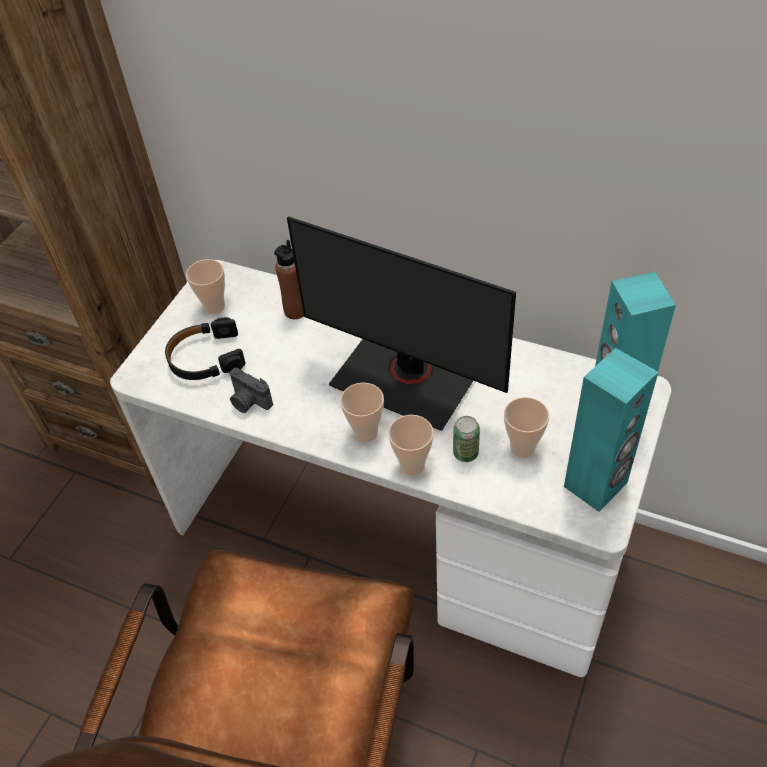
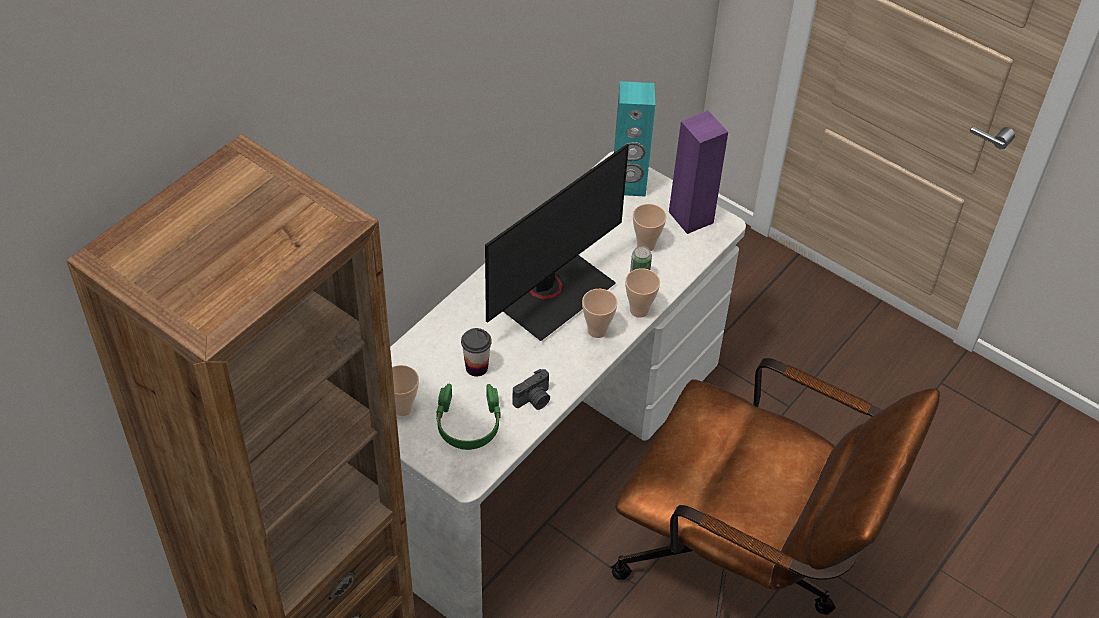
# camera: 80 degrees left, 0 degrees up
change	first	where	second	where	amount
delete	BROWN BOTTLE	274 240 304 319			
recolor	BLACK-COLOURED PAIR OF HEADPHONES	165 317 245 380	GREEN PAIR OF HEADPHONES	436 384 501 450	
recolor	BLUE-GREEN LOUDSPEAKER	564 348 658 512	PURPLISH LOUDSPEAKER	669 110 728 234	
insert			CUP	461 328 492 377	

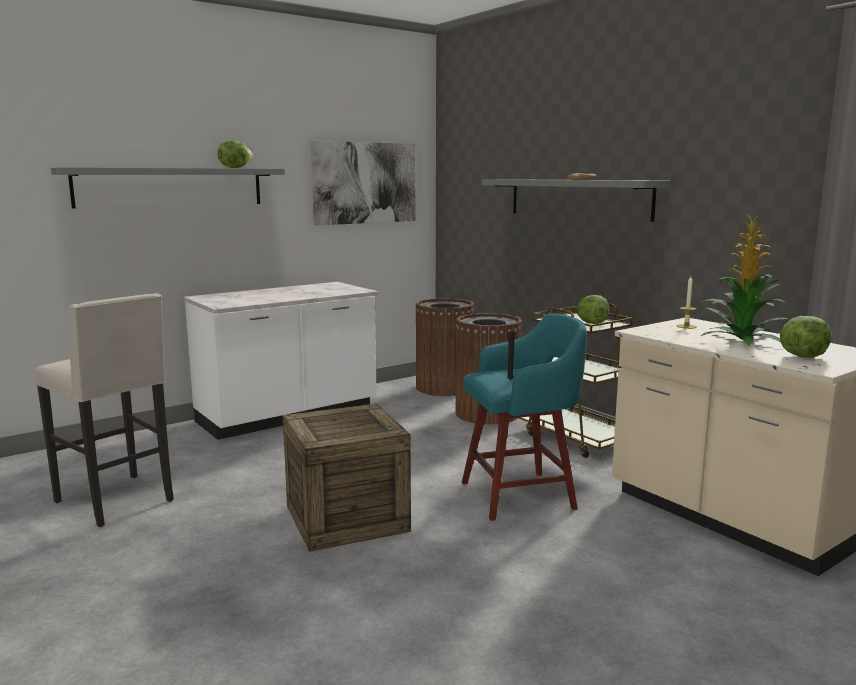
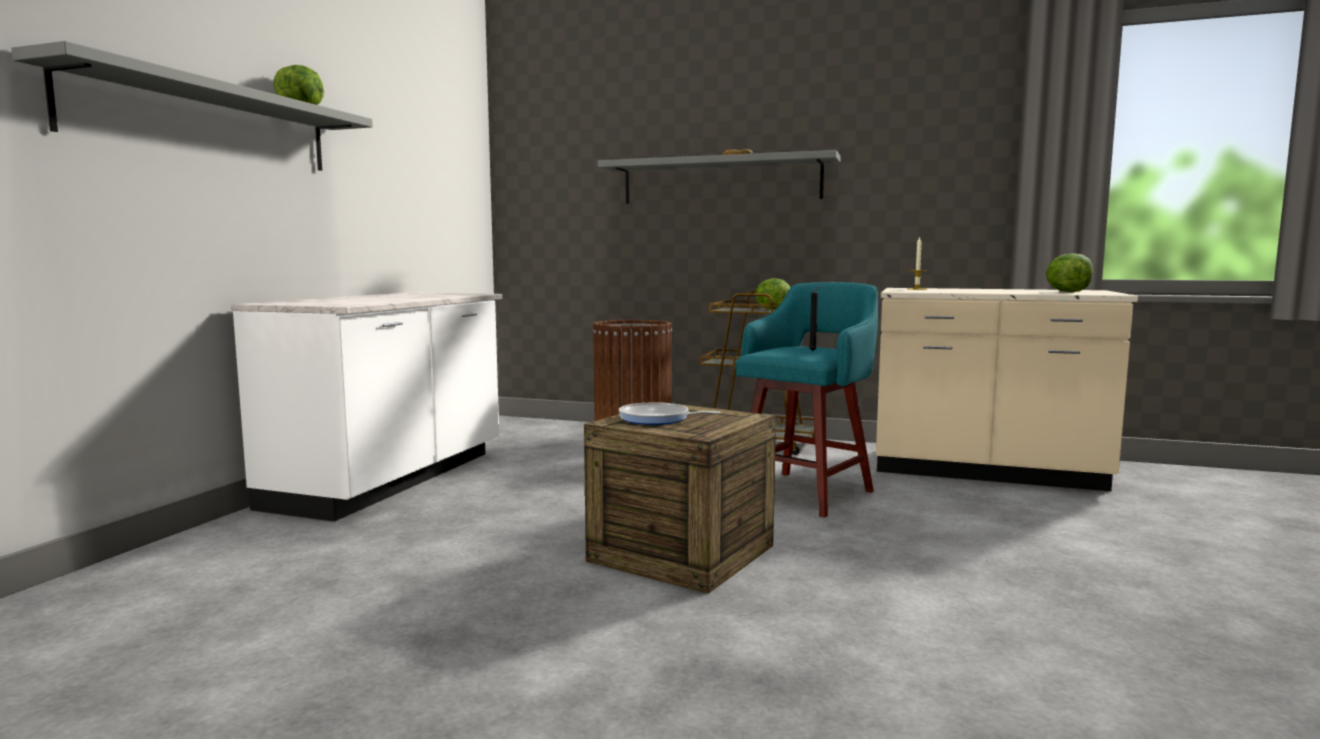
# camera: 35 degrees left, 5 degrees down
change	first	where	second	where	amount
delete	WALL ART	311 141 416 225			
delete	POTTED PLANT	701 214 788 345			
delete	BEIGE SITTING STOOL	35 293 174 527			
delete	BROWN RUBBISH BIN	415 298 474 396			
insert			FRYING PAN	619 402 720 425	

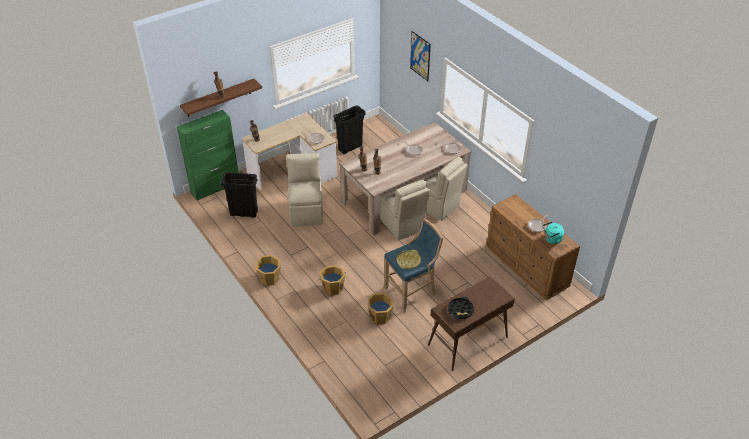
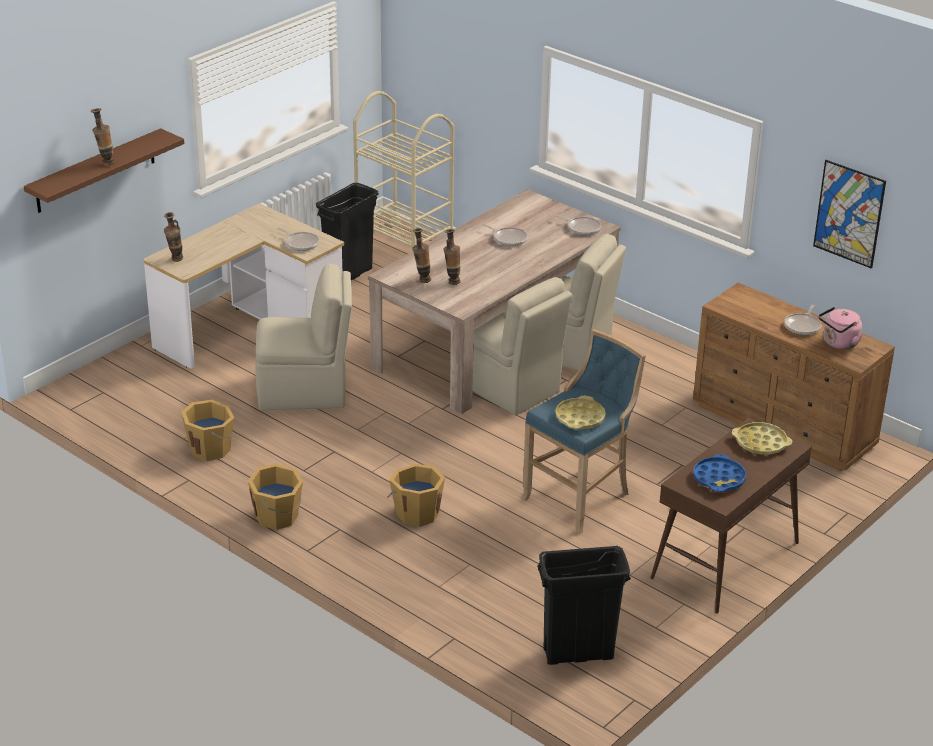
# camera: 15 degrees left, 10 degrees down
change	first	where	second	where	amount
move	WALL ART	410 31 431 81		813 160 886 269	
delete	GREEN CABINET	177 110 239 200			
rotate	BEIGE CHAIR	286 153 323 226		255 264 352 410	105 degrees clockwise
move	BLACK-COLOURED RUBBISH BIN	221 172 258 218		537 546 631 665	
recolor	BLUE-GREEN KETTLE	543 222 564 244	PINKISH KETTLE	819 307 862 349	
move	ORANGE BUCKET	367 293 394 325		181 400 234 461	
recolor	BLACK-COLOURED TRAY	448 297 474 319	BLUE TRAY	693 454 746 492	
insert			BEIGE WHEELED CART	353 91 454 252	
insert			YELLOW-COLOURED TRAY	732 422 792 455	

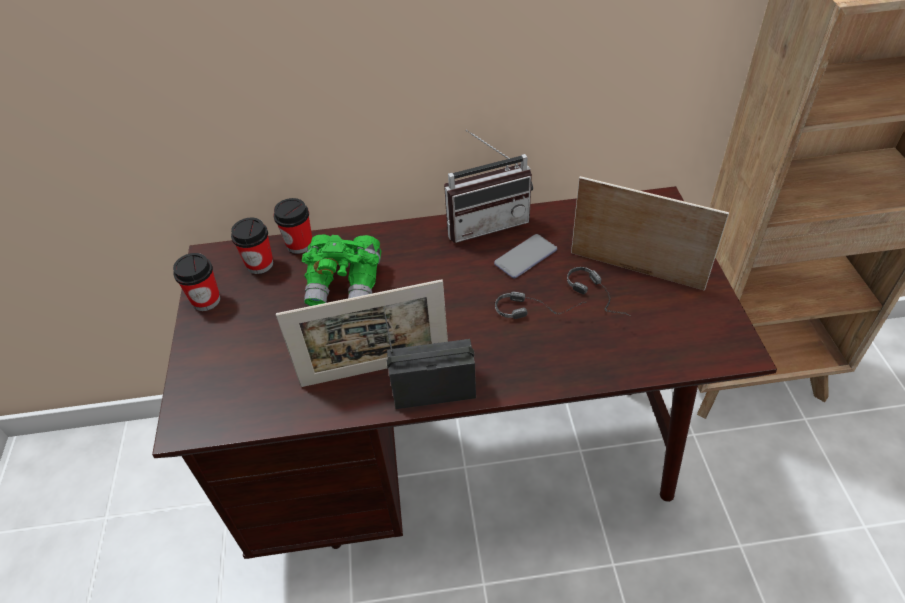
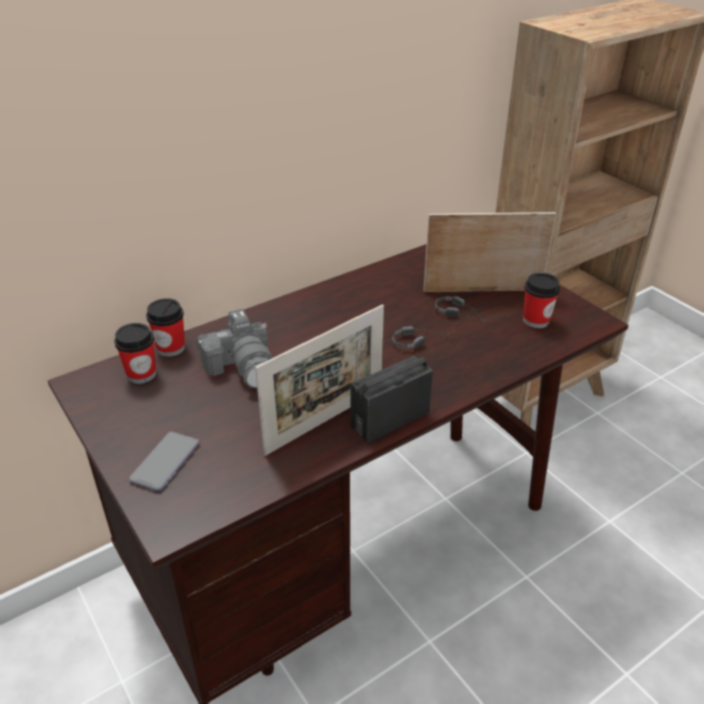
# camera: 30 degrees left, 10 degrees down
change	first	where	second	where	amount
delete	RADIO	444 129 533 243			
replace	GREEN FIELD GLASSES	302 234 381 306	STILL CAMERA	196 309 273 388	
move	HANDSET	494 234 557 279		129 431 199 491	
move	CUP	173 253 220 311		523 273 560 328	

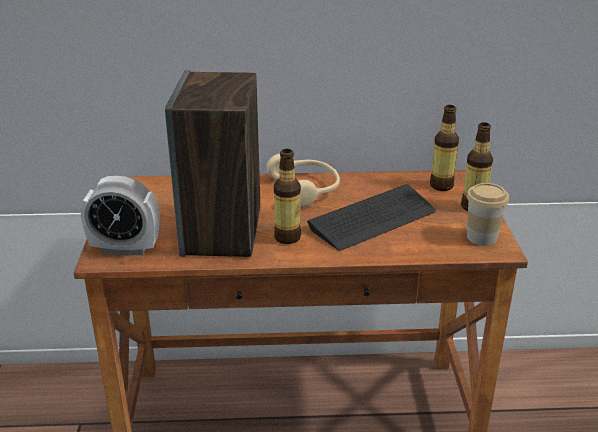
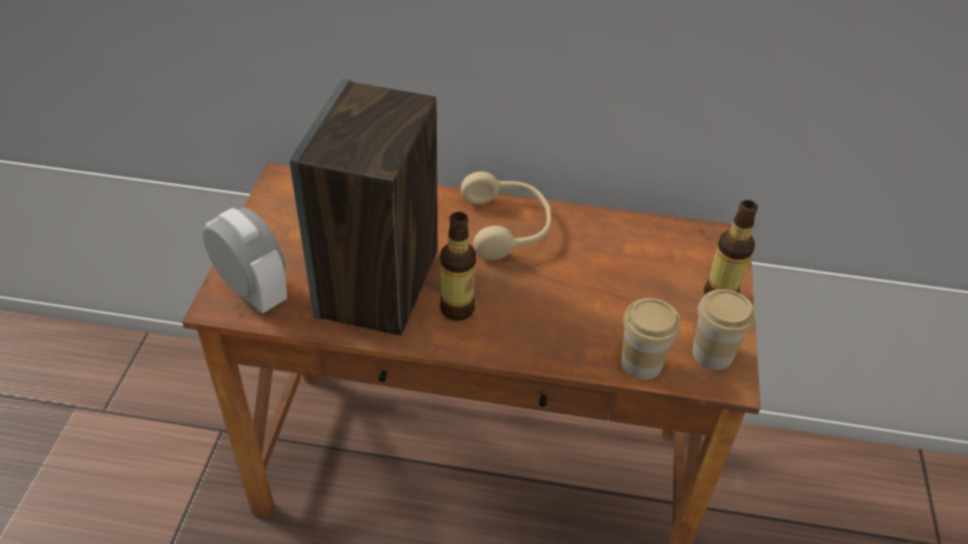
# camera: 10 degrees right, 15 degrees up
change	first	where	second	where	amount
delete	BOTTLE	430 105 459 191			
rotate	TABLE CLOCK	81 176 159 255		203 208 287 313	150 degrees counterclockwise
delete	PC KEYBOARD	307 184 436 251			
insert			CUP	621 298 681 380	

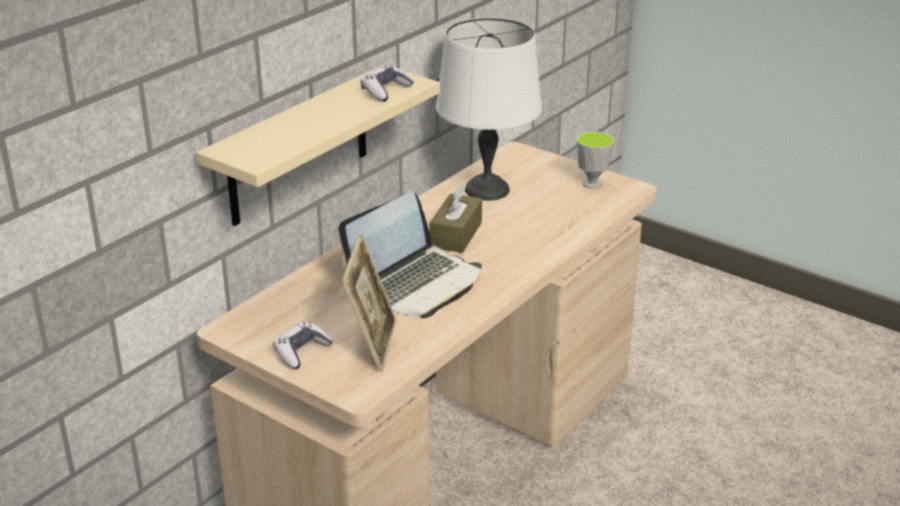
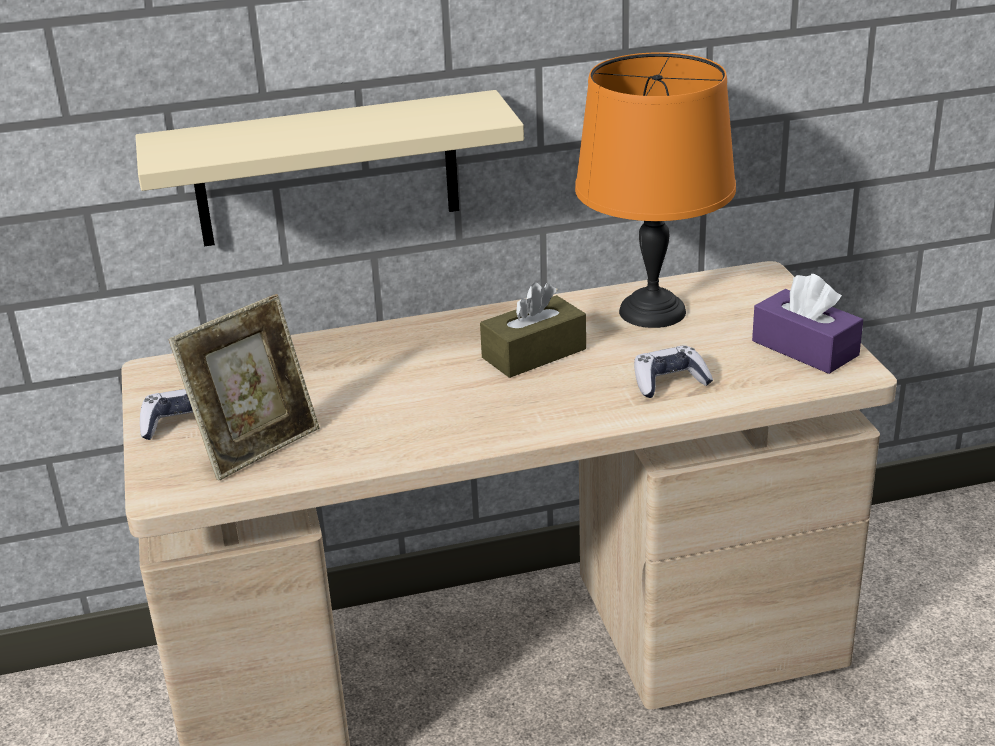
# camera: 40 degrees right, 0 degrees up
change	first	where	second	where	amount
recolor	WHITE TABLETOP LAMP	436 17 542 201	ORANGE TABLETOP LAMP	575 52 736 328	
move	GAME CONTROLLER	361 65 414 102		634 346 713 398	
replace	CUP	577 132 614 189	PURPLISH TISSUE BOX	752 274 863 374	
delete	NOTEBOOK COMPUTER	338 191 482 318			

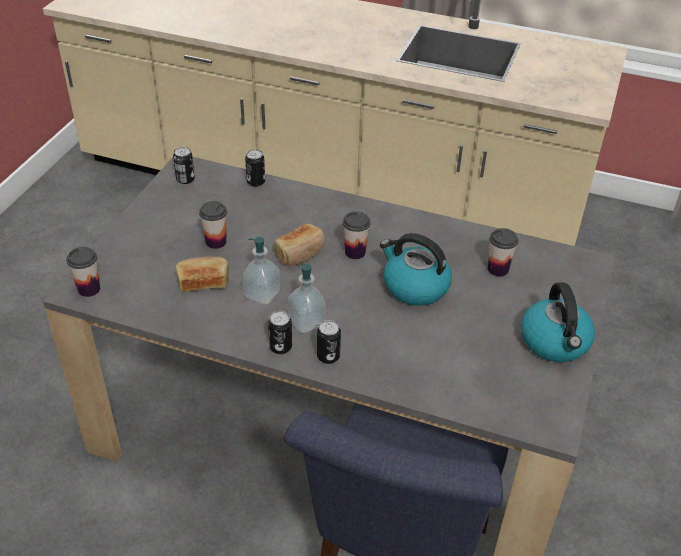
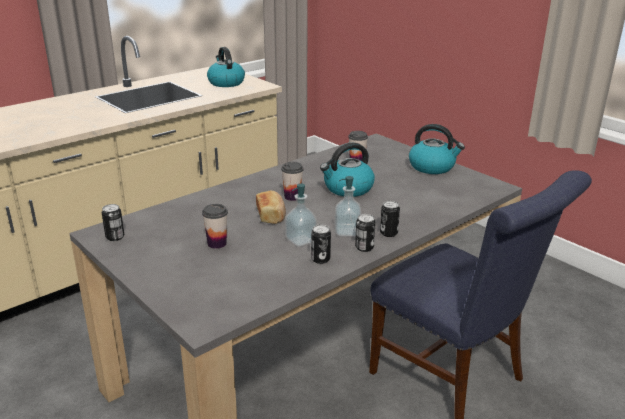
# camera: 60 degrees left, 15 degrees down
change	first	where	second	where	amount
move	SEALED CAN	245 149 265 187		311 225 331 264	
delete	CUP	66 247 100 297			
delete	BREAD	175 257 229 292			
insert			KETTLE	207 47 245 87	

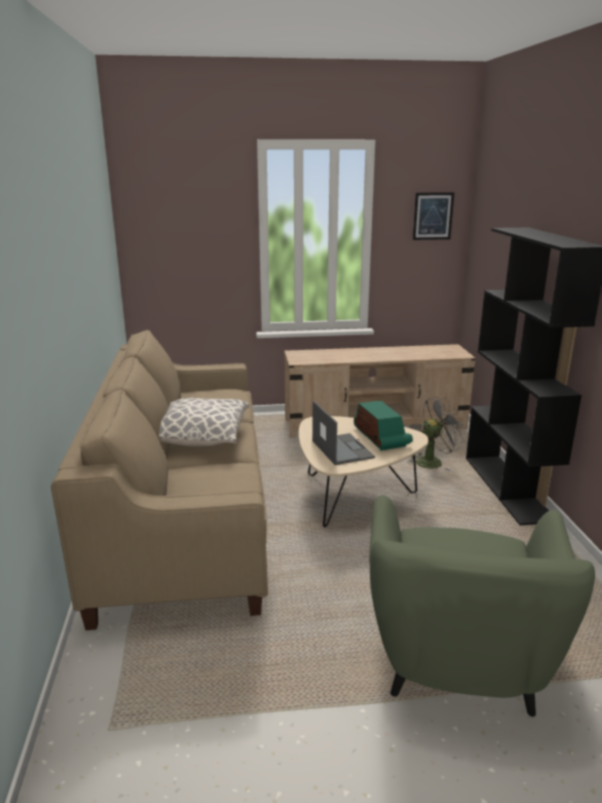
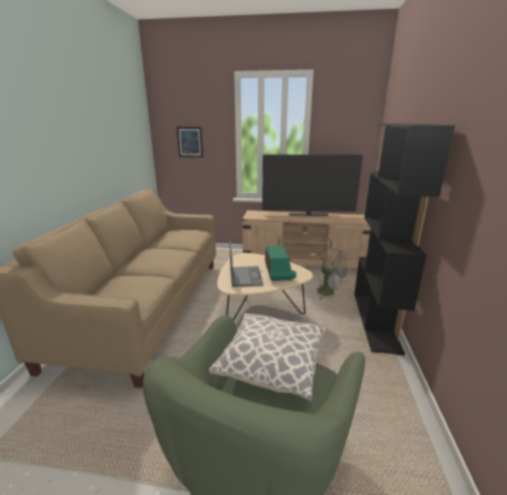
# camera: 15 degrees right, 0 degrees up
change	first	where	second	where	amount
move	WALL ART	413 192 454 240		177 127 203 157	
rotate	GRAY ELECTRIC FAN	407 397 464 471		317 249 351 299	60 degrees clockwise
move	THROW PILLOW	159 398 250 447		209 313 326 401	
insert			TELEVISION	262 154 363 216	

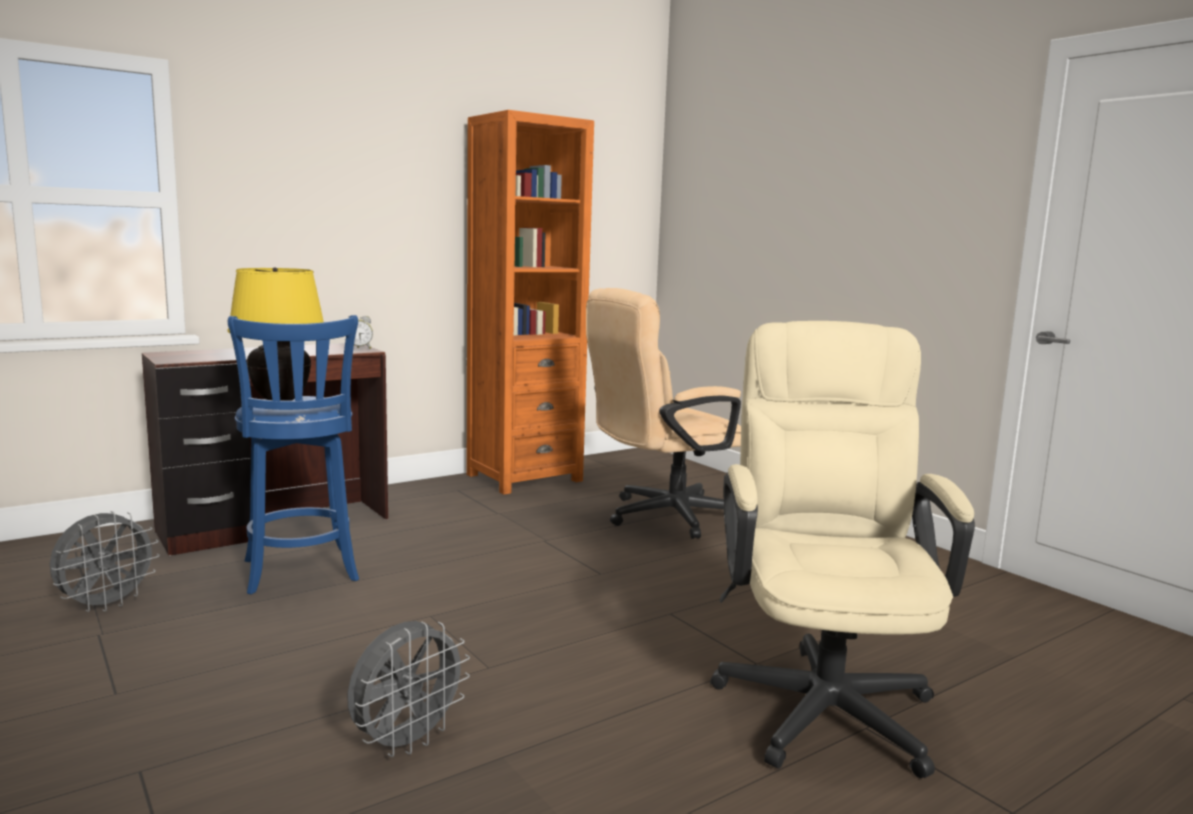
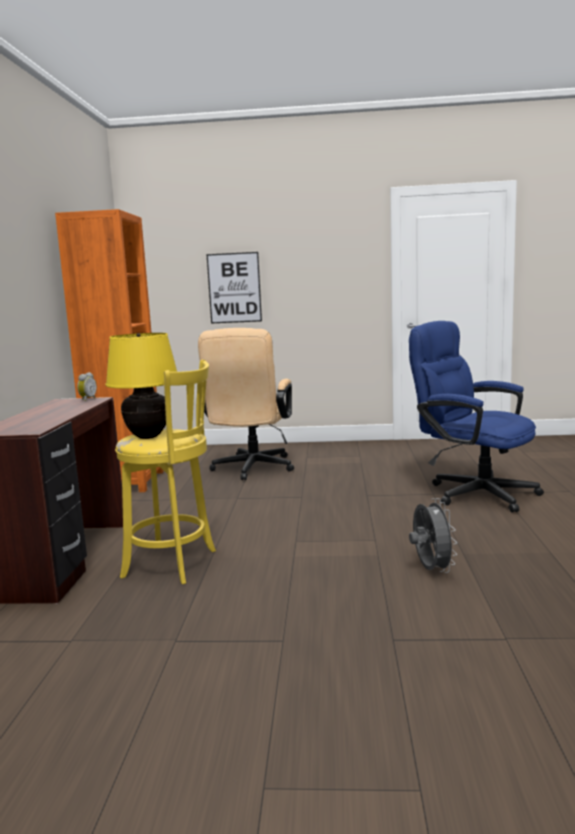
# camera: 50 degrees left, 0 degrees up
change	first	where	second	where	amount
recolor	BLUE SITTING STOOL	228 315 359 594	YELLOW-COLOURED SITTING STOOL	115 360 216 584	
recolor	BEIGE OFFICE CHAIR	710 321 975 778	BLUE OFFICE CHAIR	409 321 544 512	
delete	GRAY ELECTRIC FAN	50 511 160 612			
insert			WALL ART	207 252 262 323	

